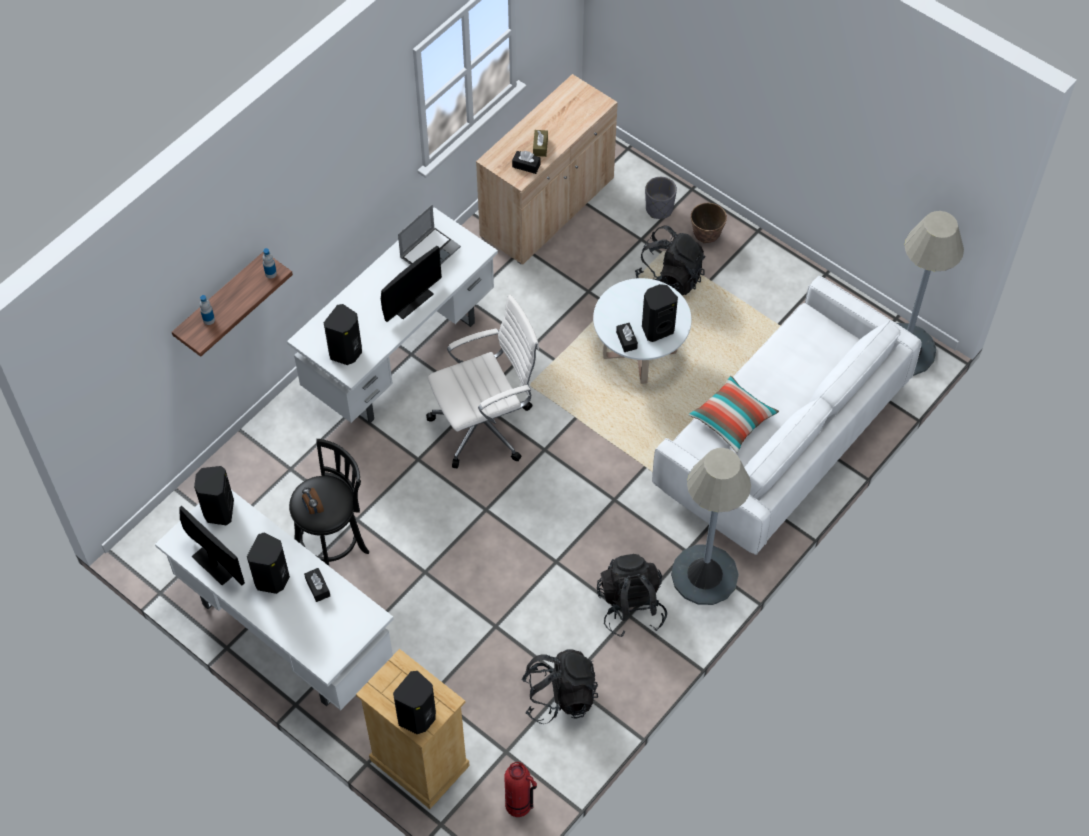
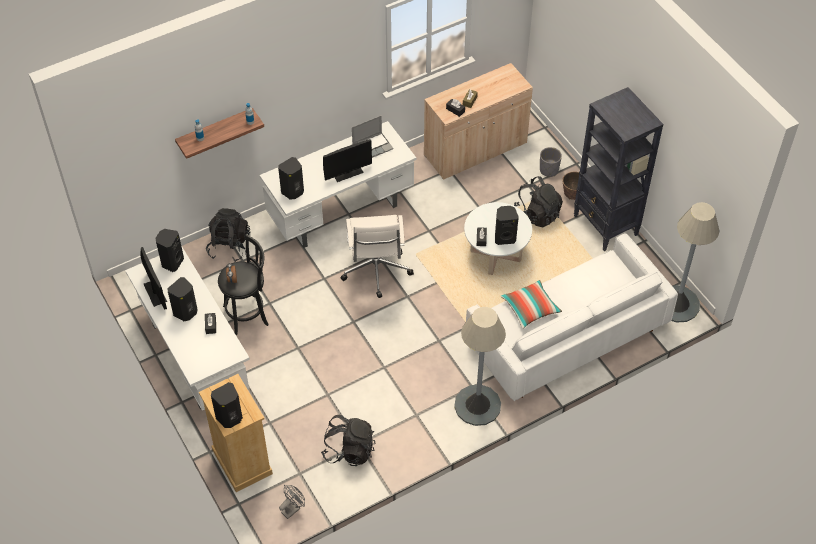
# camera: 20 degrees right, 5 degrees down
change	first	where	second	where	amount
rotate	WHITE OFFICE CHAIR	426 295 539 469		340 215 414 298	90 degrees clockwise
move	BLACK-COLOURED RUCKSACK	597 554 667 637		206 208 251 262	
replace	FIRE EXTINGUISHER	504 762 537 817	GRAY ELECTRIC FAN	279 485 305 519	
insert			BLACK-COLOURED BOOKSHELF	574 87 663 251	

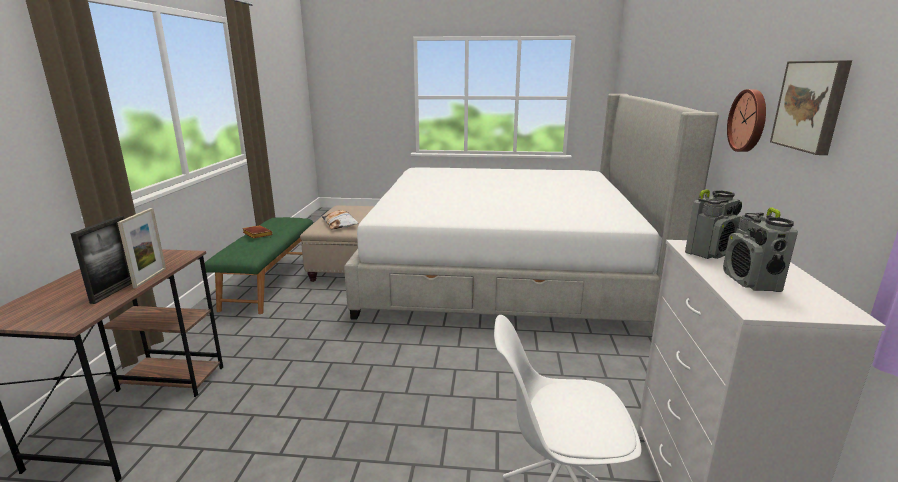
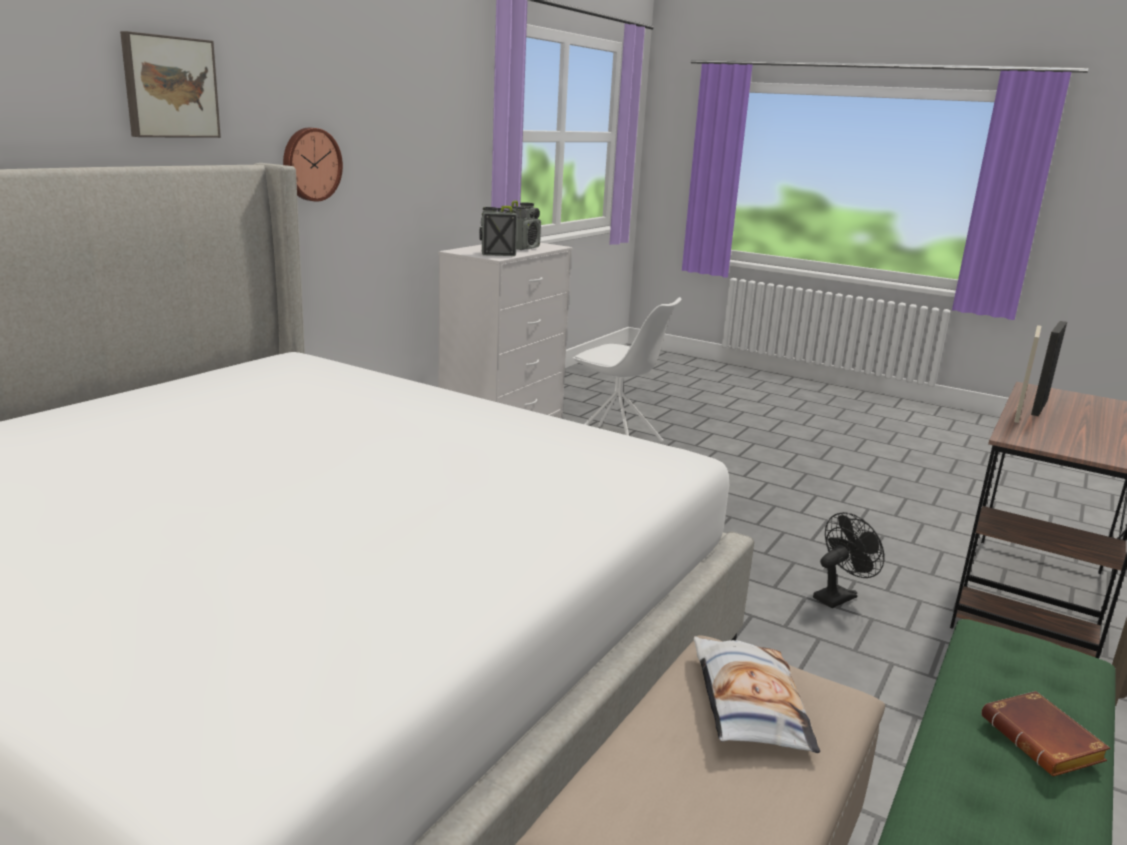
# camera: 155 degrees left, 0 degrees up
change	first	where	second	where	amount
move	WALL ART	770 60 852 155		120 31 221 138	
insert			BLACK-COLOURED ELECTRIC FAN	813 512 885 608	

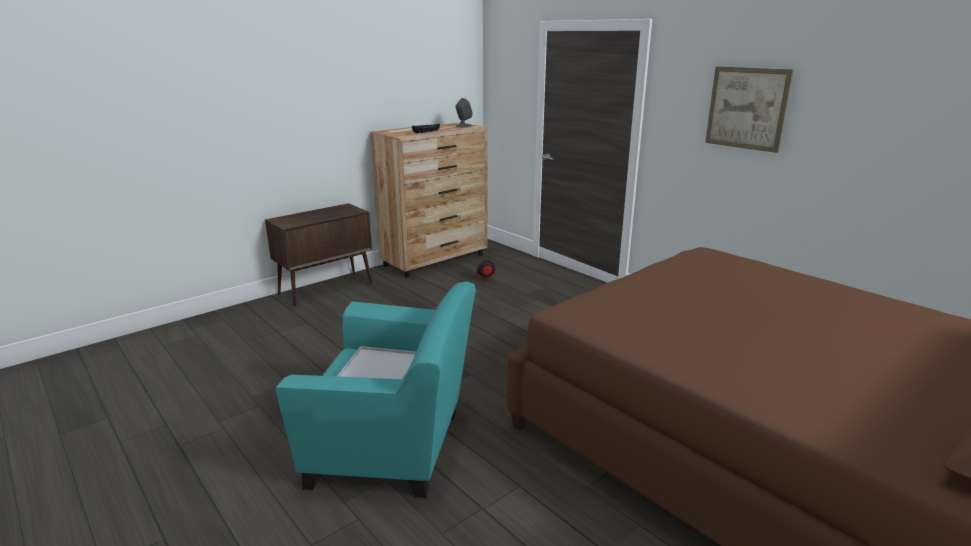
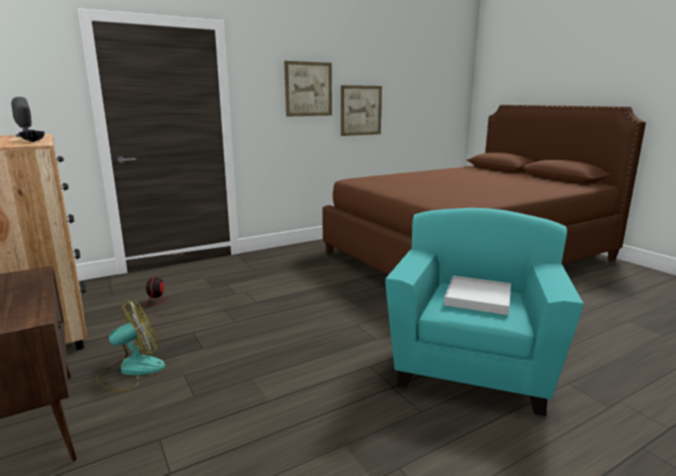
# camera: 80 degrees left, 5 degrees down
change	first	where	second	where	amount
insert			WALL ART	341 85 382 136	
insert			ELECTRIC FAN	97 300 165 392	

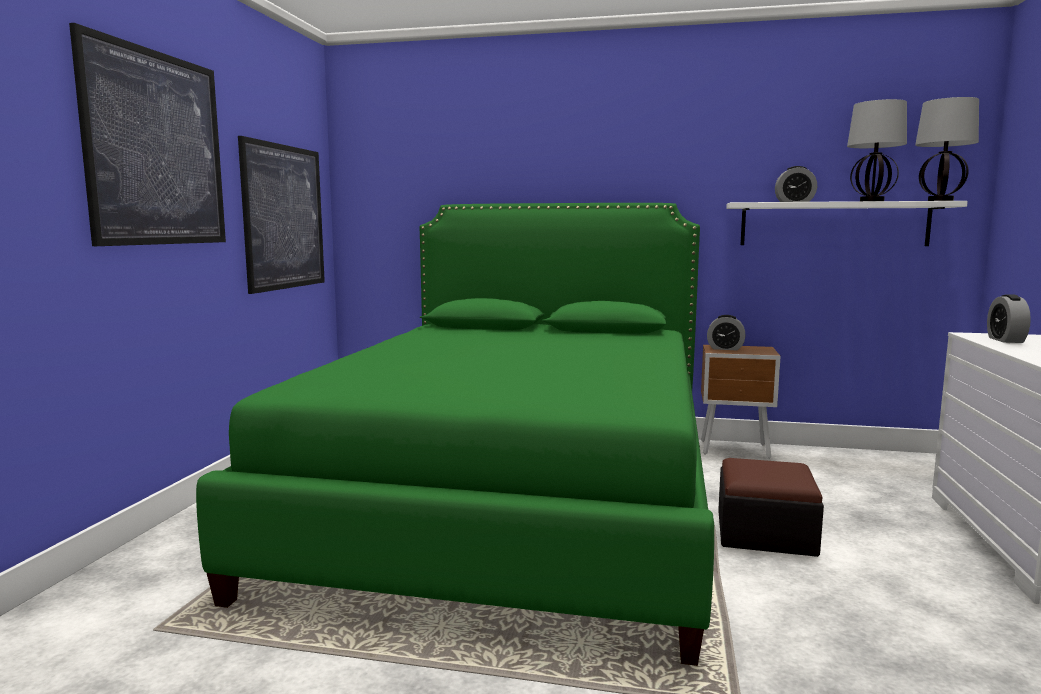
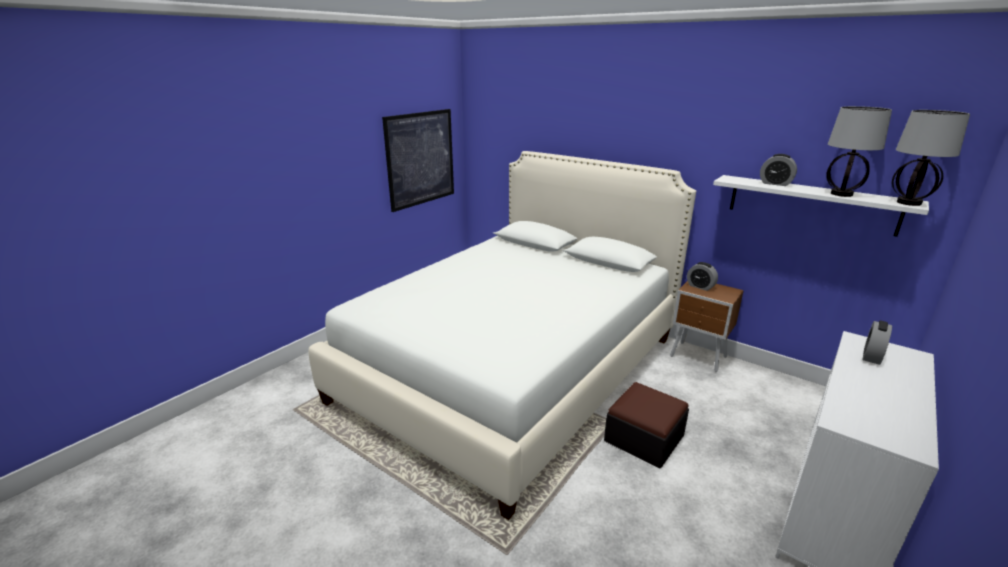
# camera: 25 degrees right, 15 degrees up
change	first	where	second	where	amount
delete	WALL ART	69 23 226 246			
recolor	GREEN BEDROOM BED	196 203 714 666	WHITE BEDROOM BED	308 151 696 520	

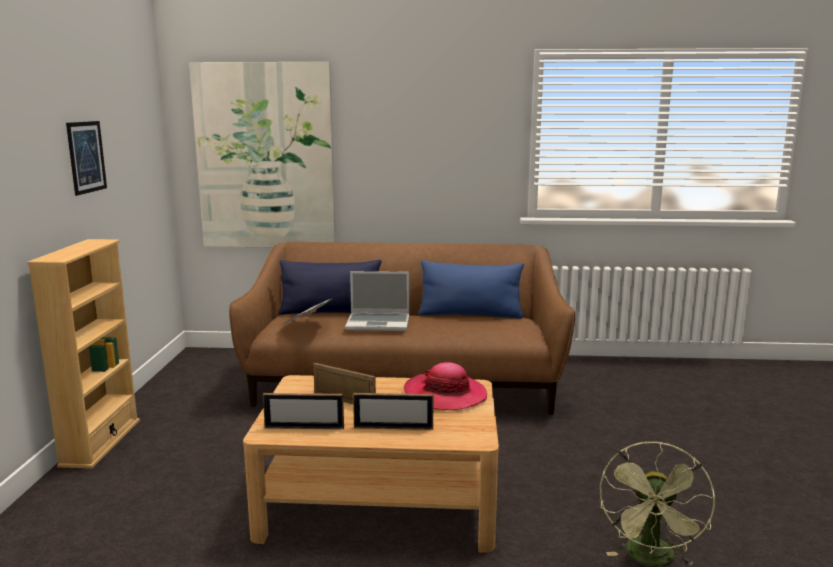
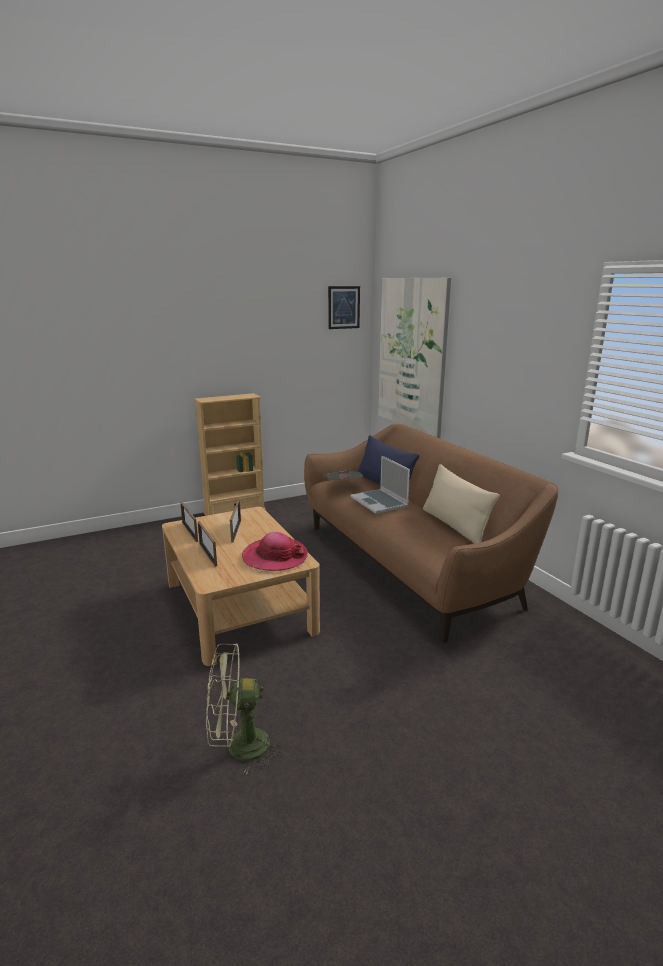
# camera: 60 degrees right, 5 degrees up
change	first	where	second	where	amount
move	WALL ART	66 121 107 196		328 286 360 329	
recolor	BLUE THROW PILLOW	419 260 524 319	BEIGE THROW PILLOW	423 464 500 544	

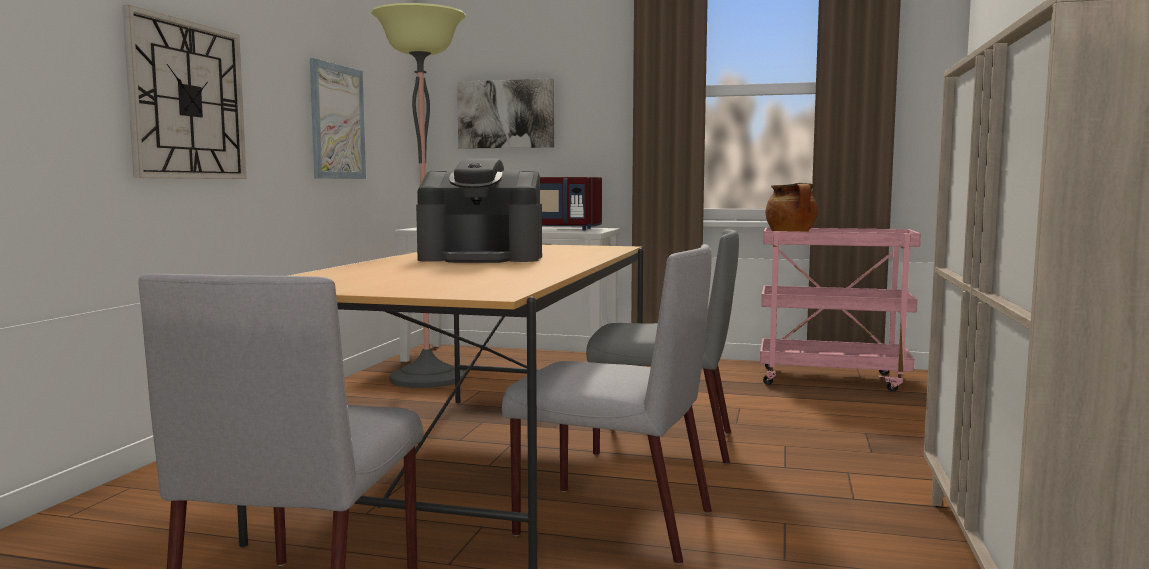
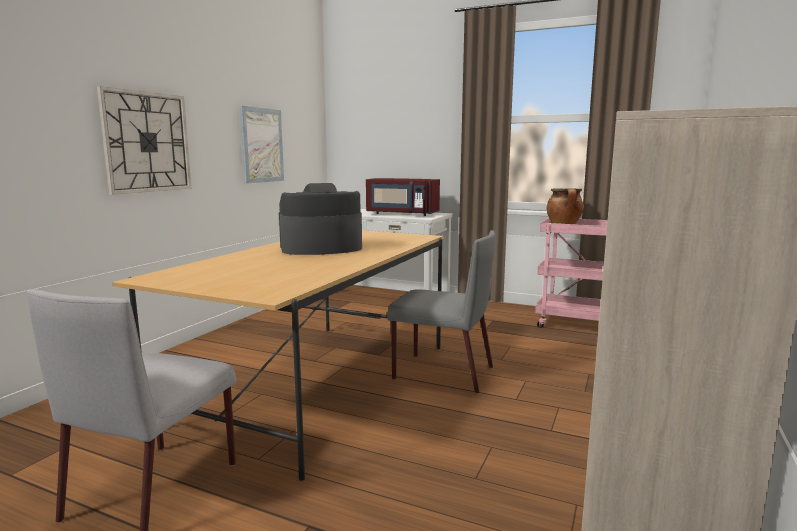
# camera: 10 degrees right, 5 degrees up
change	first	where	second	where	amount
delete	STANDARD LAMP	371 3 466 388			
delete	WALL ART	457 78 554 149			
rotate	COFFEE MACHINE	416 158 542 263		279 183 362 255	150 degrees clockwise
delete	GRAY CHAIR	502 244 712 565			

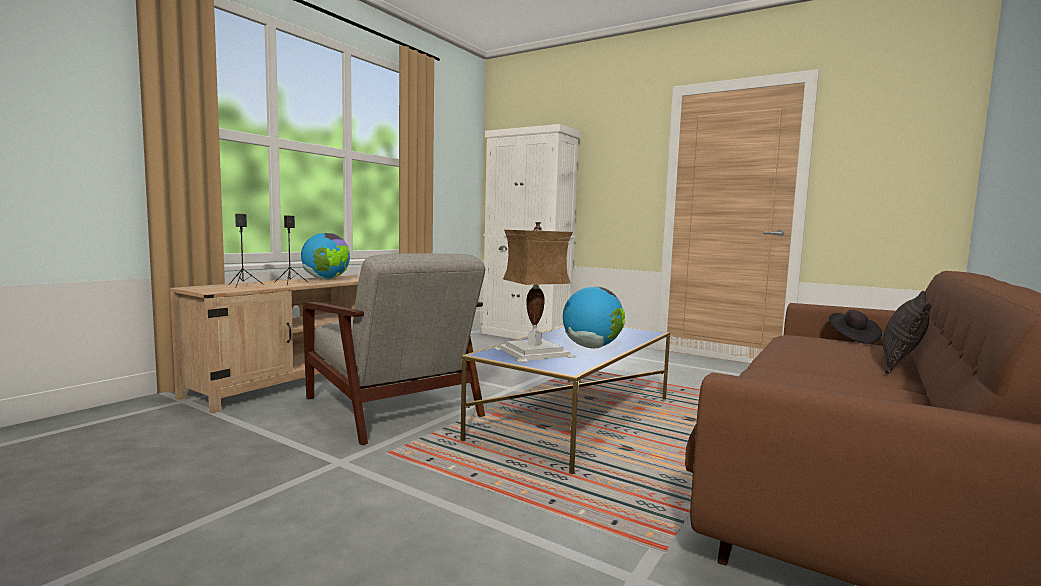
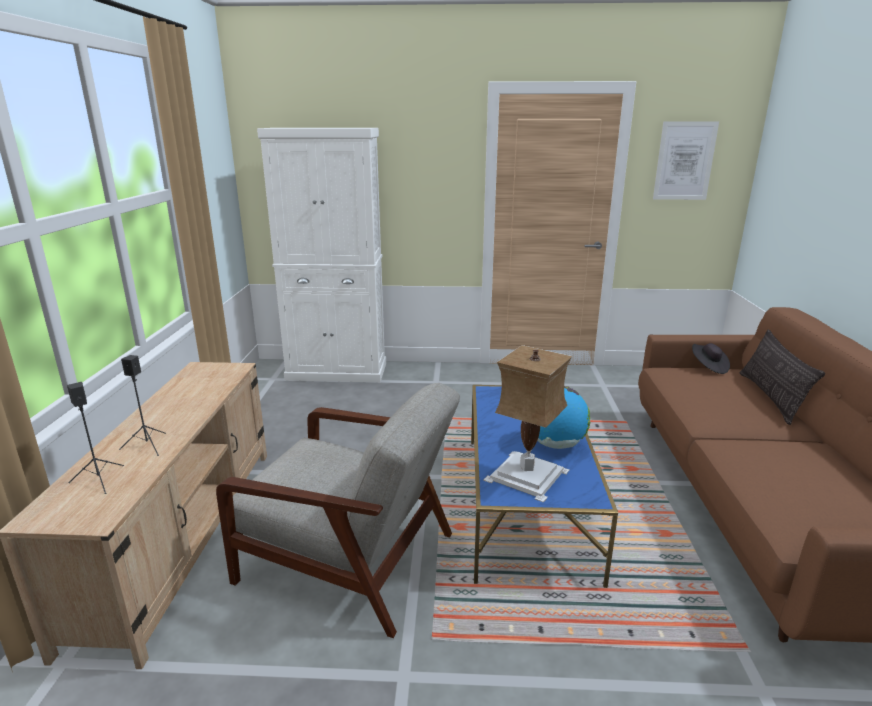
# camera: 30 degrees left, 15 degrees up
change	first	where	second	where	amount
delete	WORLD GLOBE	301 233 350 280			
insert			WALL ART	653 122 719 200	

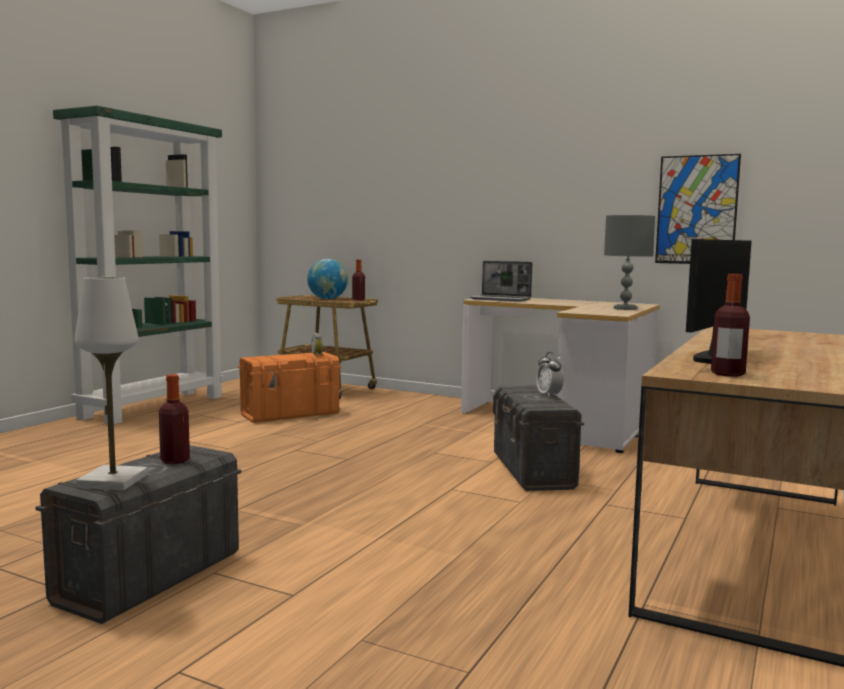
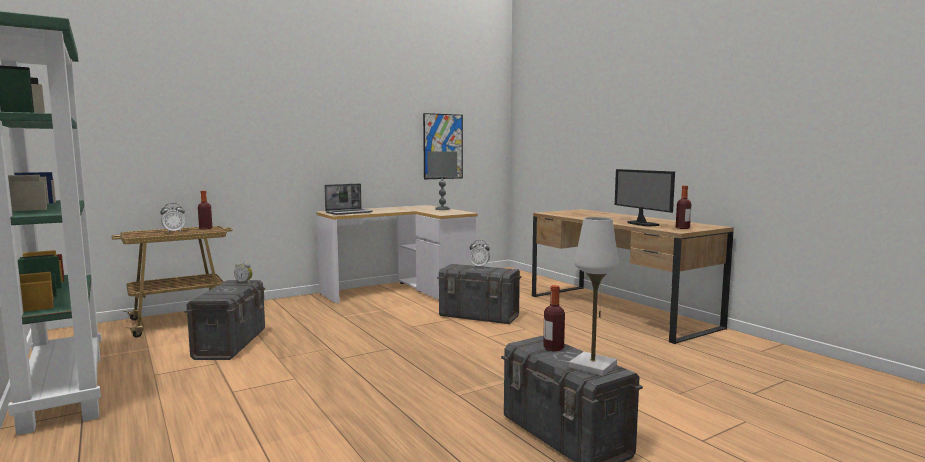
# camera: 60 degrees left, 0 degrees up
change	first	where	second	where	amount
replace	WORLD GLOBE	307 259 348 299	TABLE CLOCK	160 203 185 233	
recolor	ORANGE STORAGE BIN	238 352 341 423	GRAY STORAGE BIN	184 280 265 360	

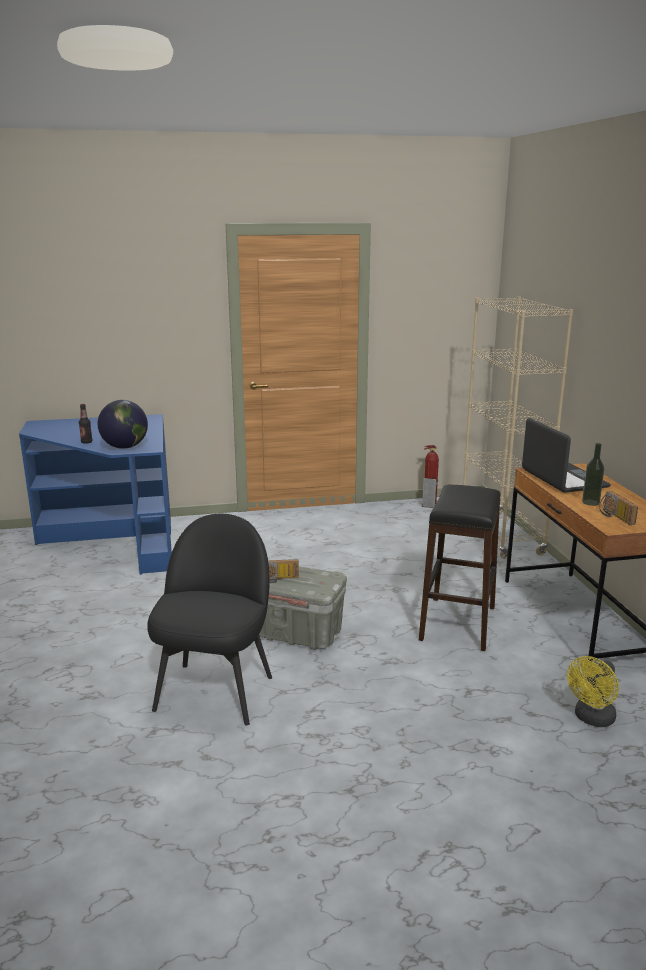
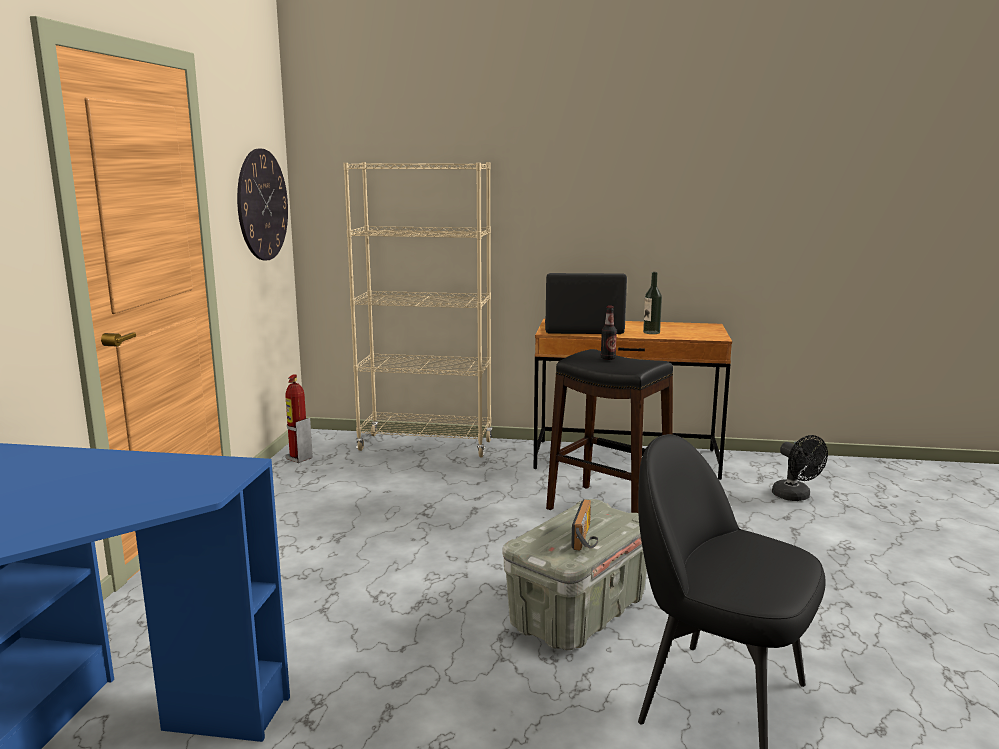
# camera: 70 degrees left, 5 degrees down
change	first	where	second	where	amount
delete	WORLD GLOBE	98 400 148 449			
move	BOTTLE	79 404 92 444		601 306 617 360	
delete	RADIO	600 491 638 525			
recolor	YELLOW-COLOURED ELECTRIC FAN	567 656 619 727	BLACK-COLOURED ELECTRIC FAN	772 435 828 501	
insert			CLOCK ON THE WALL	237 149 288 260	

